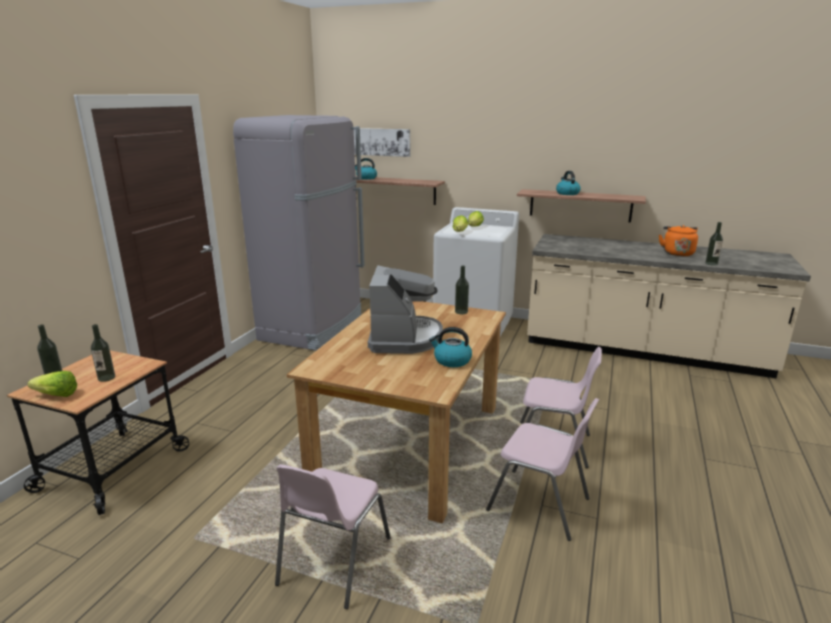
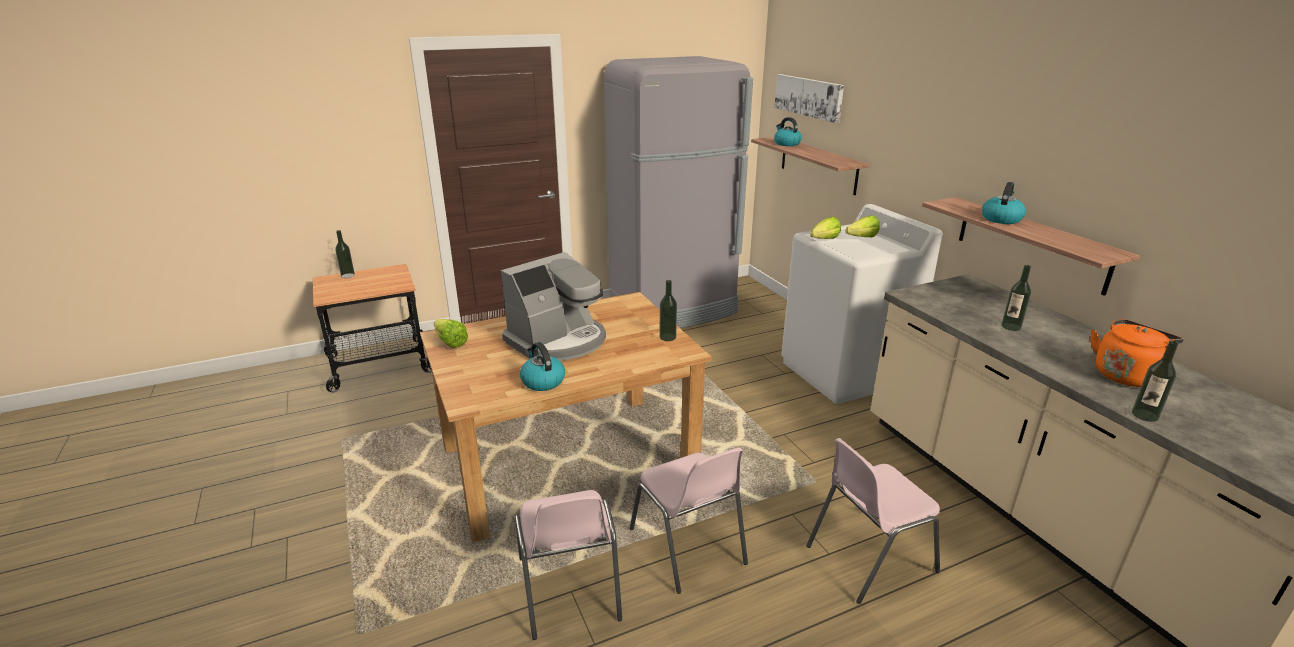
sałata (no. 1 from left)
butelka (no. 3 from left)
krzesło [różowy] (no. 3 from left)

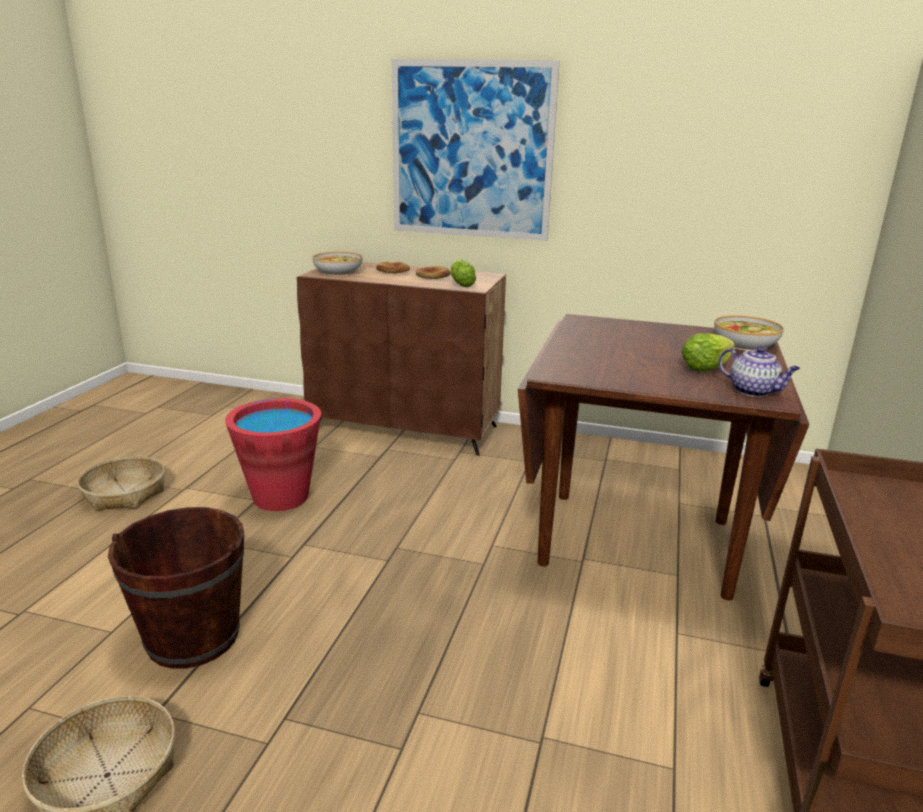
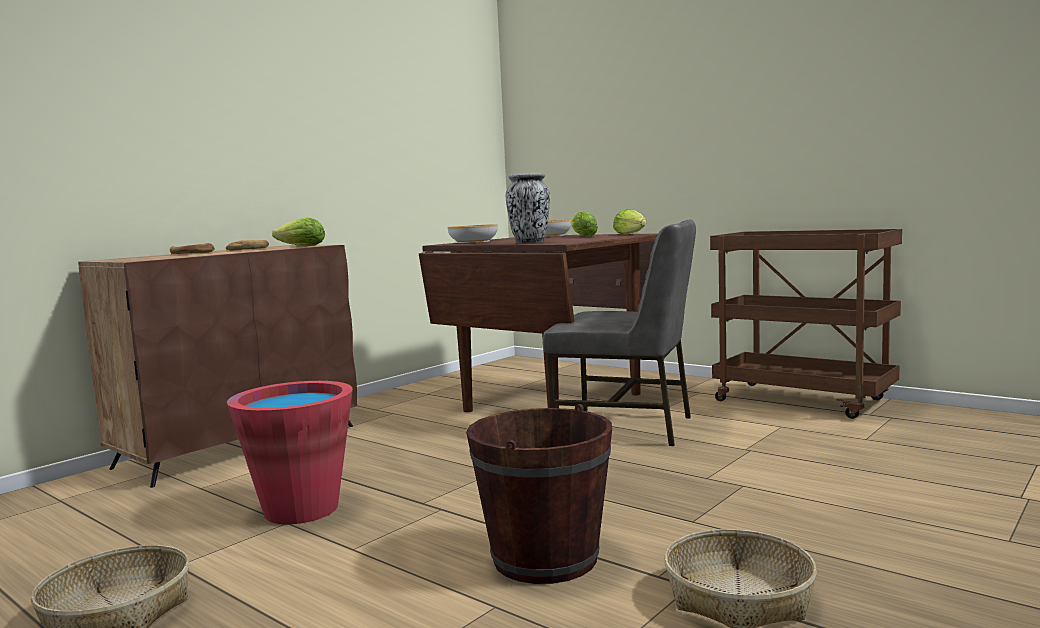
obraz
wazon
krzesło [szary]
miska (no. 1 from left)
sałata (no. 3 from left)

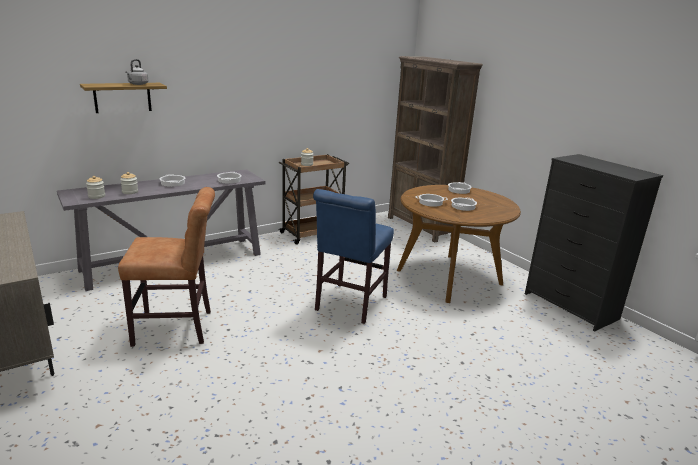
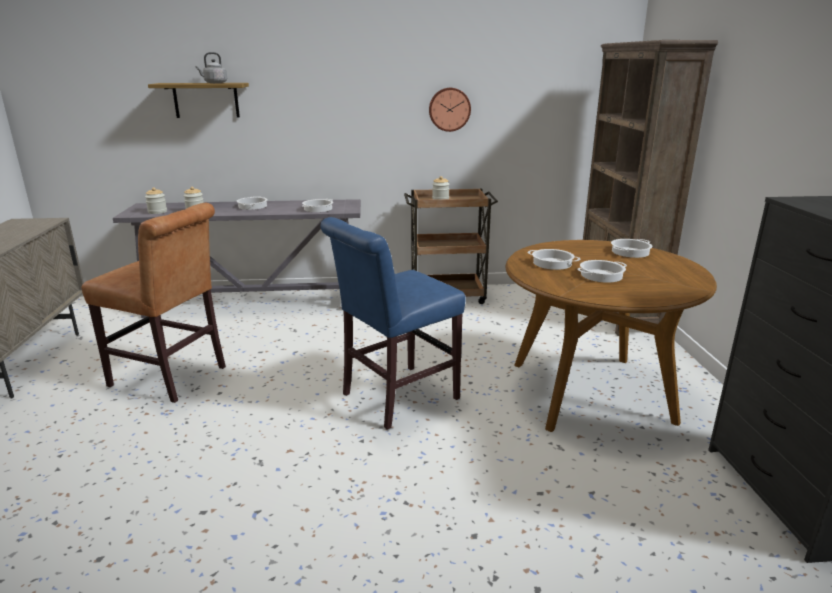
zegar ścienny

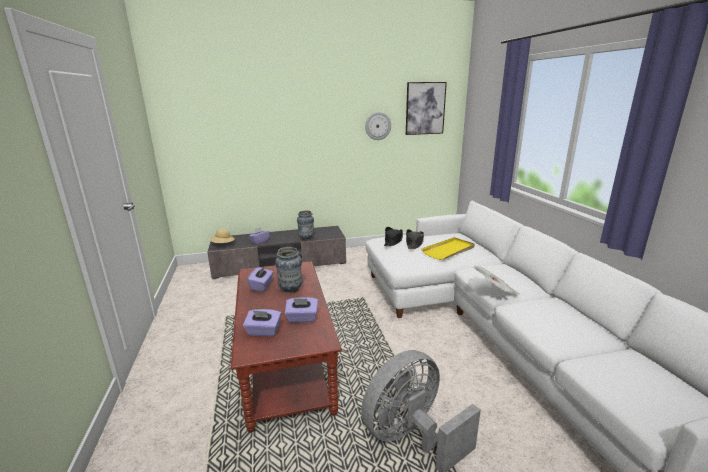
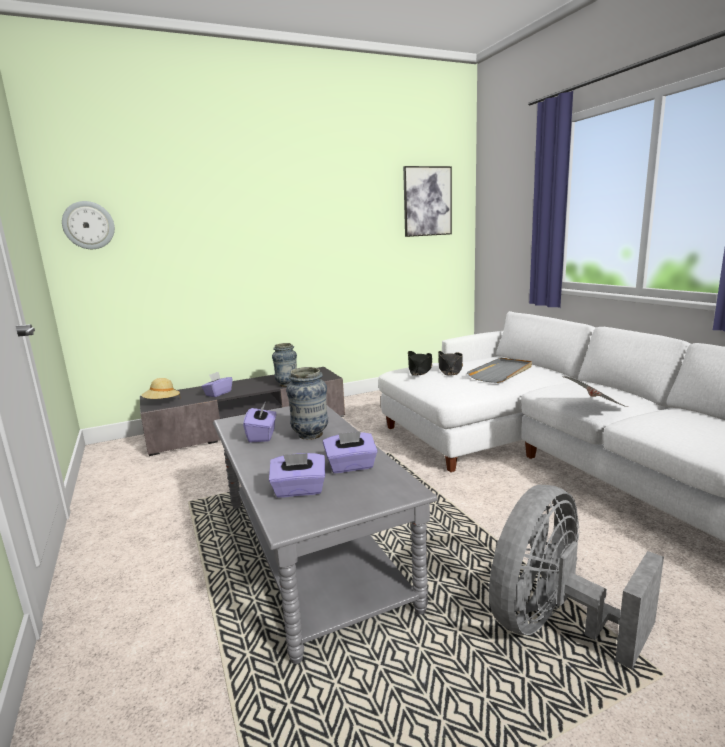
zegar ścienny
ława [szary]
taca [szary]

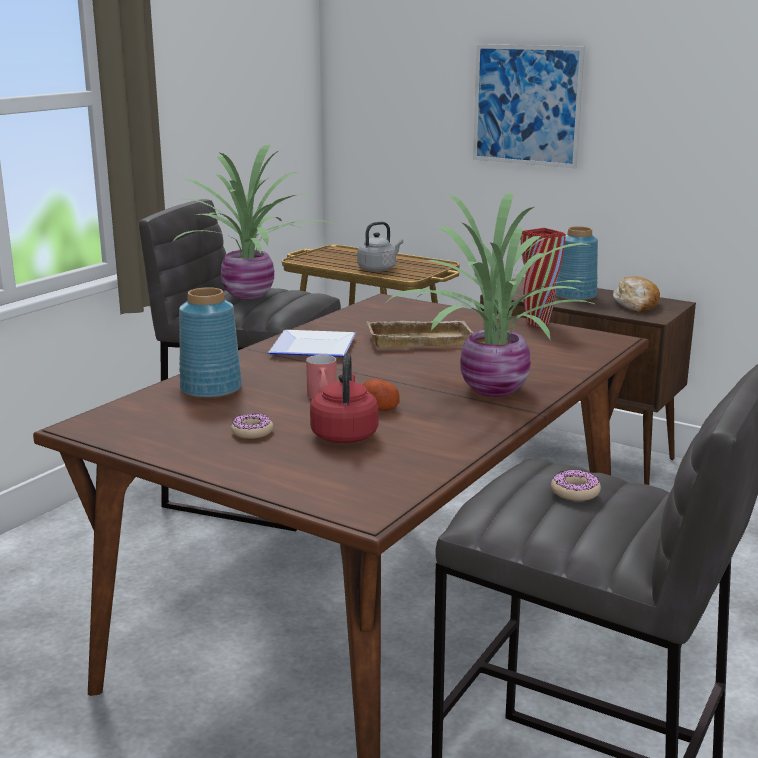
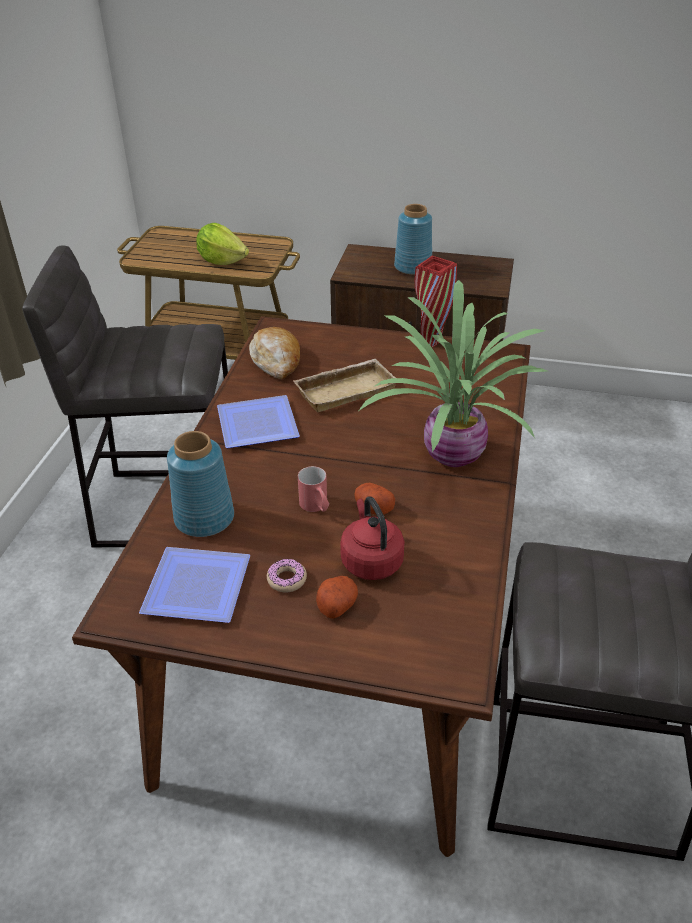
roślina doniczkowa (no. 1 from left in the first image)
obraz
donut (no. 2 from left in the first image)
talerz (no. 1 from left)
ziemniak (no. 1 from left)
chleb
sałata

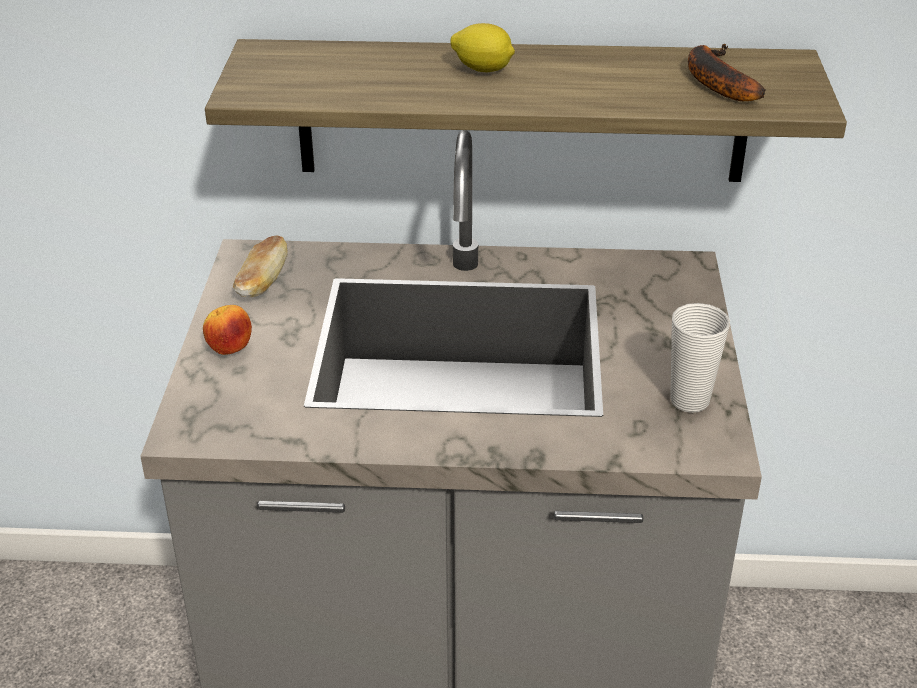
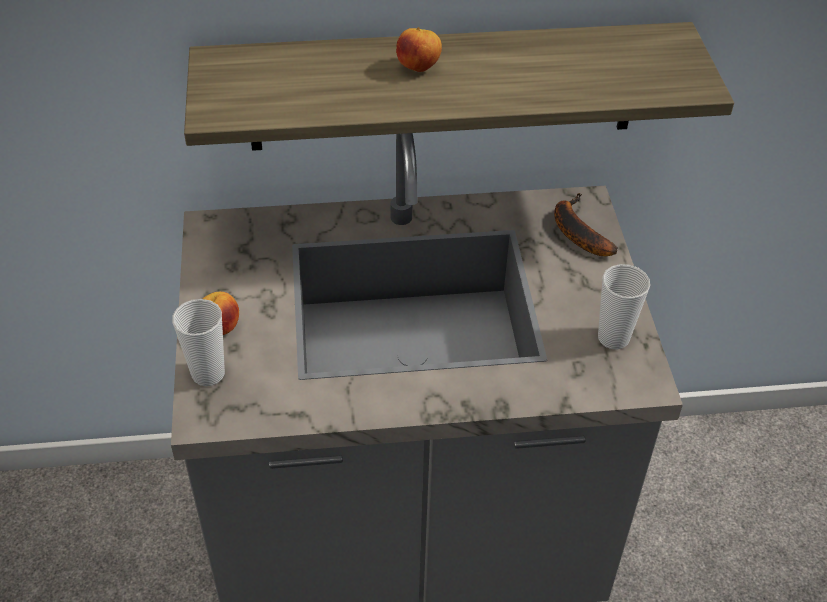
chleb
filiżanka (no. 1 from left)
banan
jabłko (no. 2 from left)

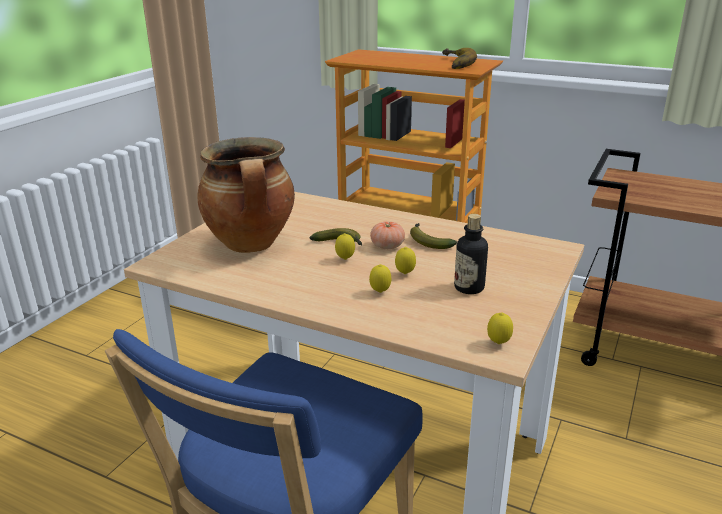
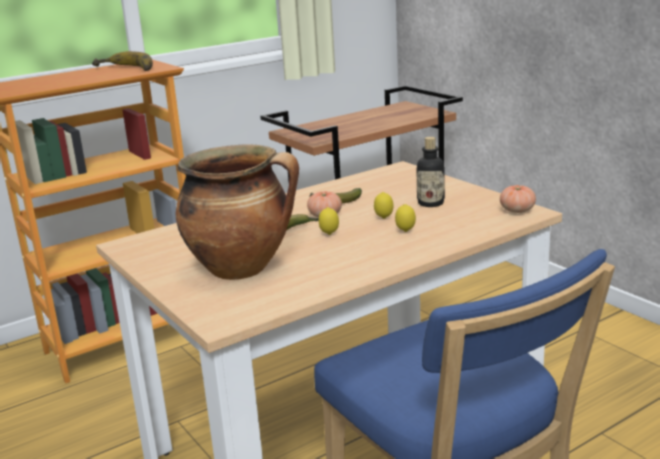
pomidor (no. 2 from left)

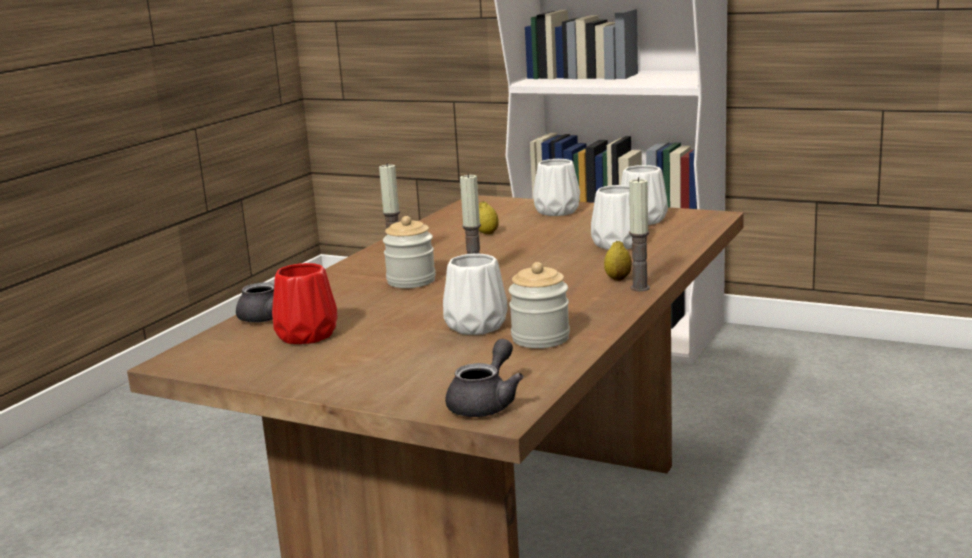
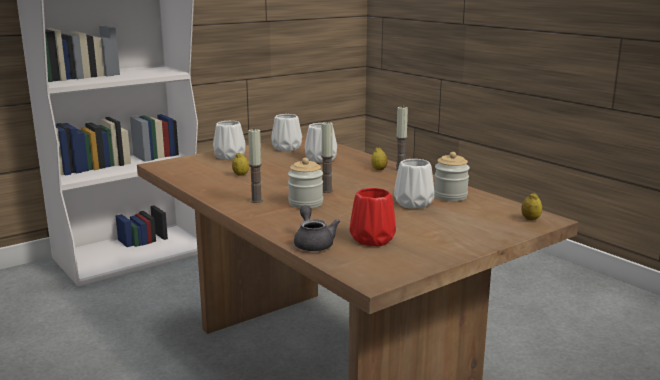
cytryna (no. 3 from left)

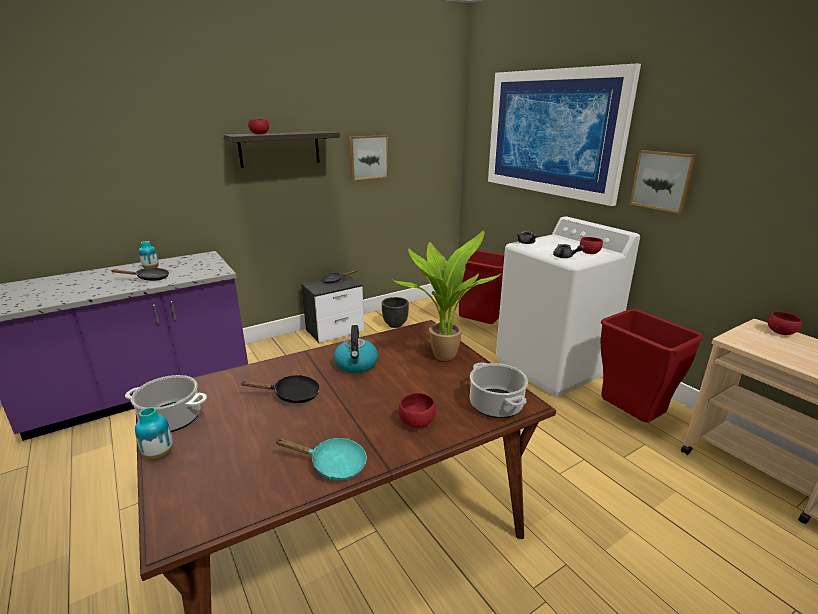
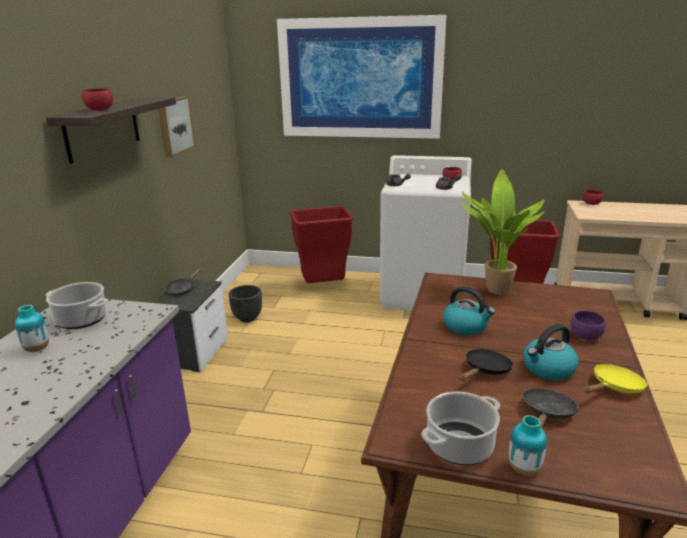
obraz (no. 3 from left in the first image)
czajnik (no. 2 from left)
patelnia [czarny] (no. 3 from left)
garnek (no. 1 from left)
patelnia [żółty]
miska [fioletowy]

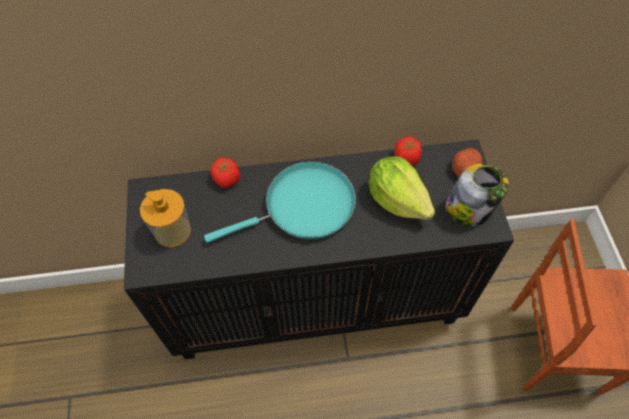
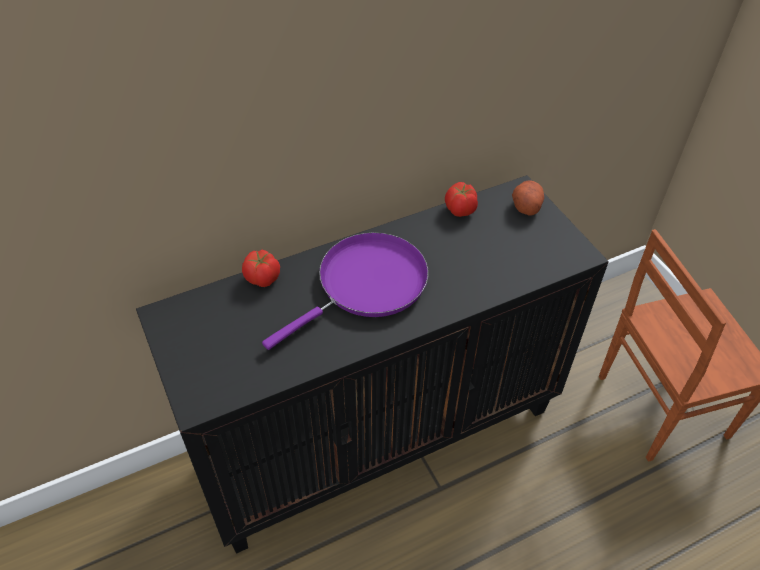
dozownik mydła
sałata
słoik
patelnia [fioletowy]

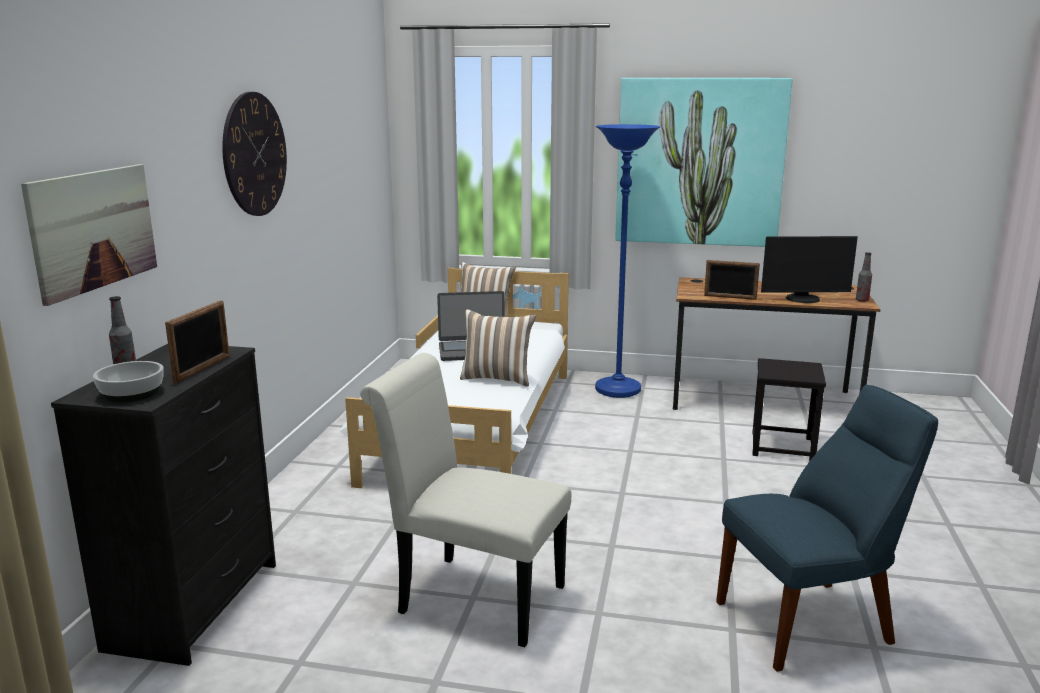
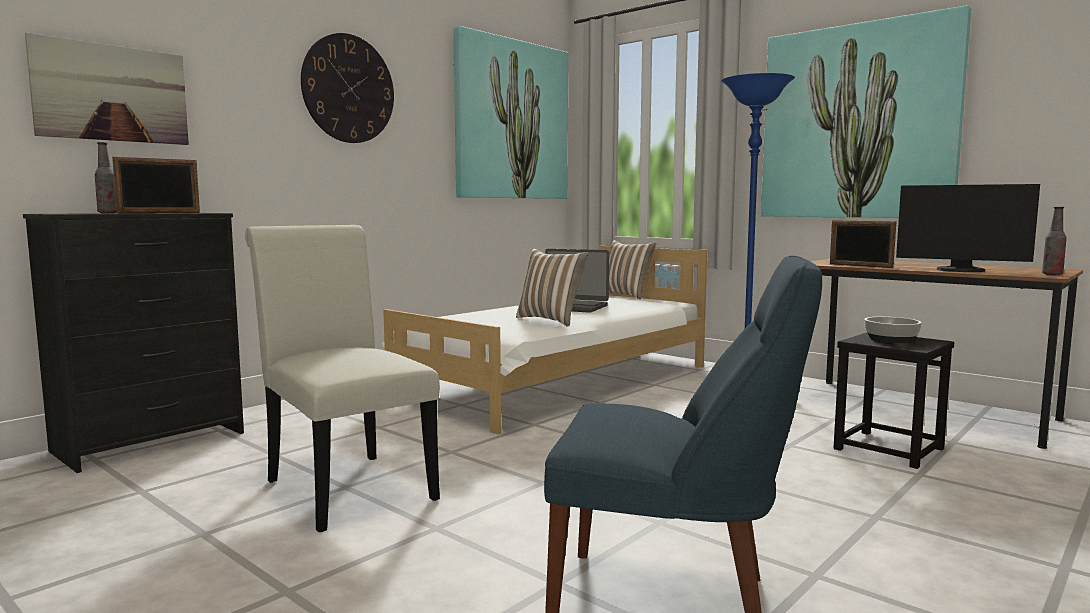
obraz (no. 2 from left)
miska

